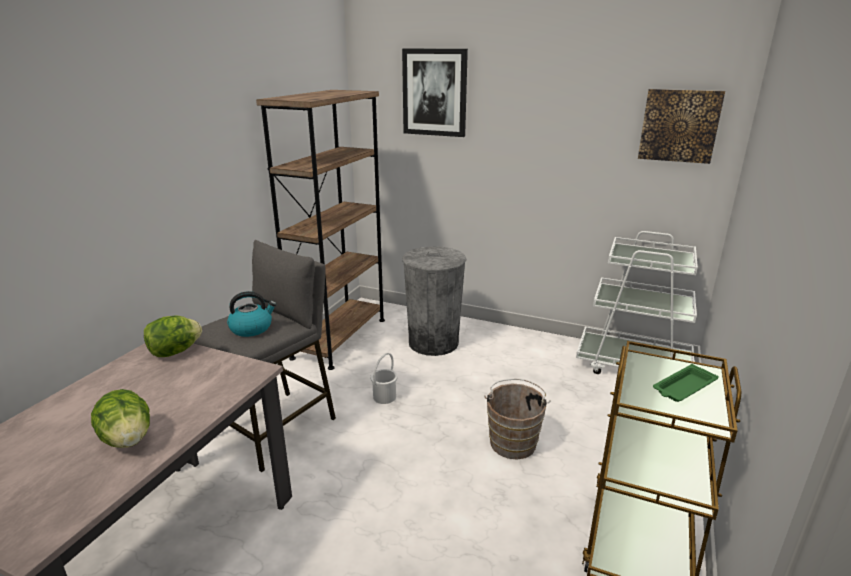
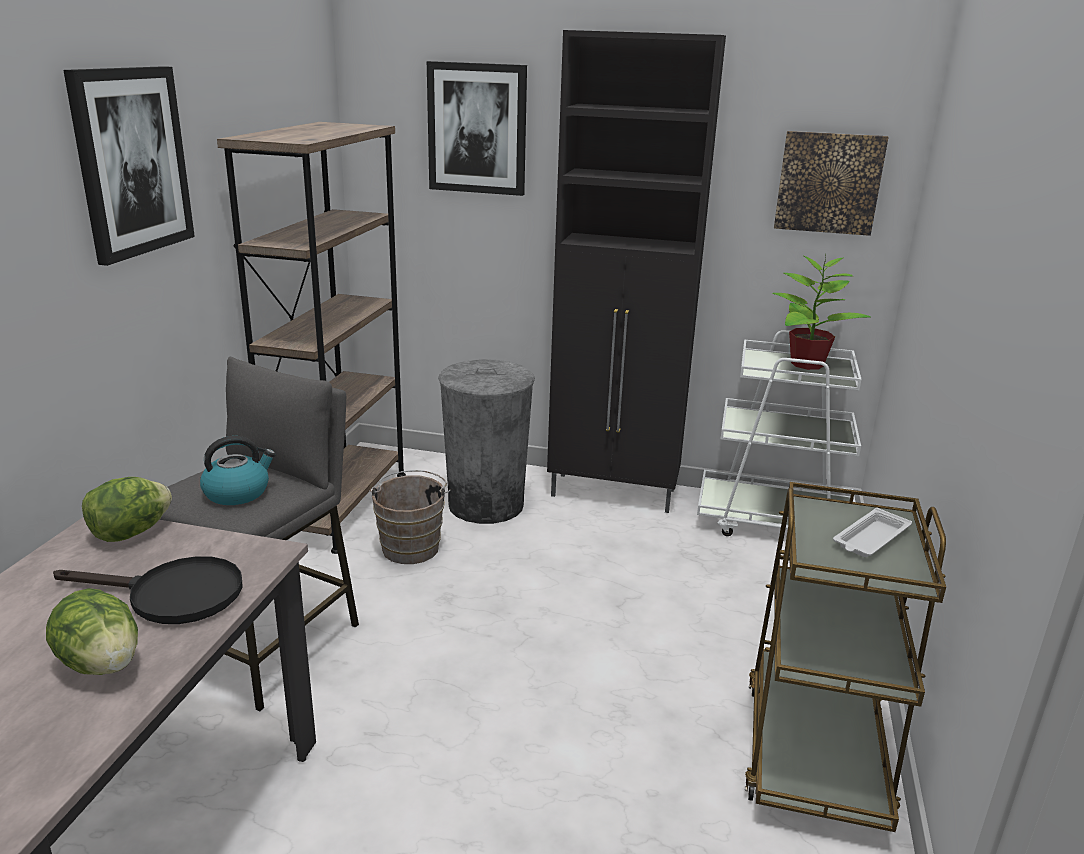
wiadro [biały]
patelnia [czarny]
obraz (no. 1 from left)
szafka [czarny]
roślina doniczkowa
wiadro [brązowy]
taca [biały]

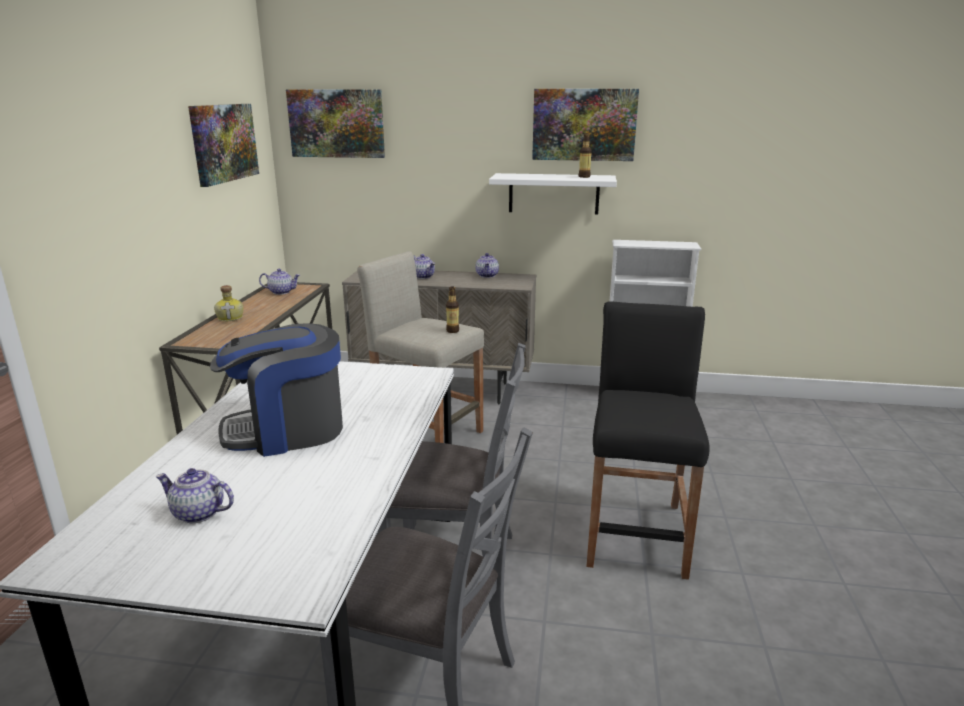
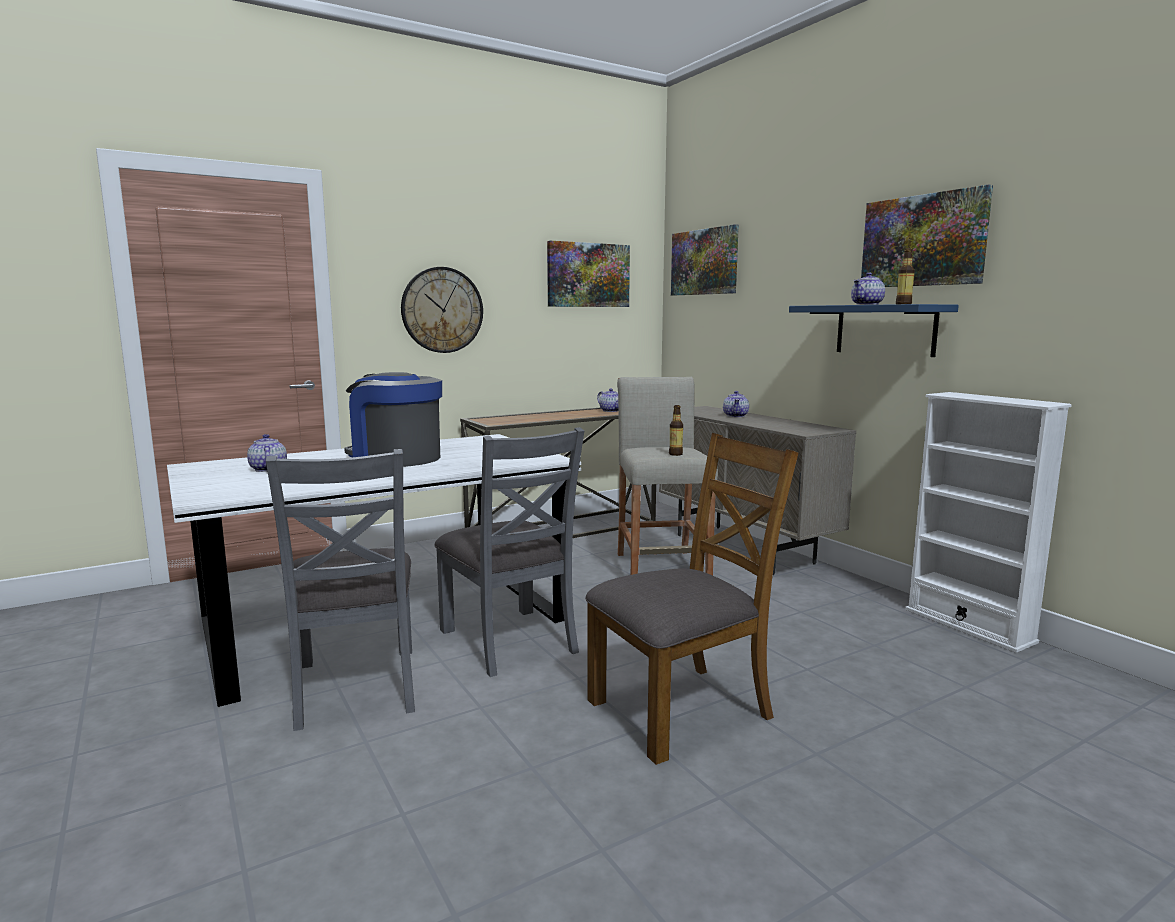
butelka (no. 1 from left in the first image)
zegar ścienny
imbryk (no. 4 from left)
krzesło [brązowy]
półka [niebieski]

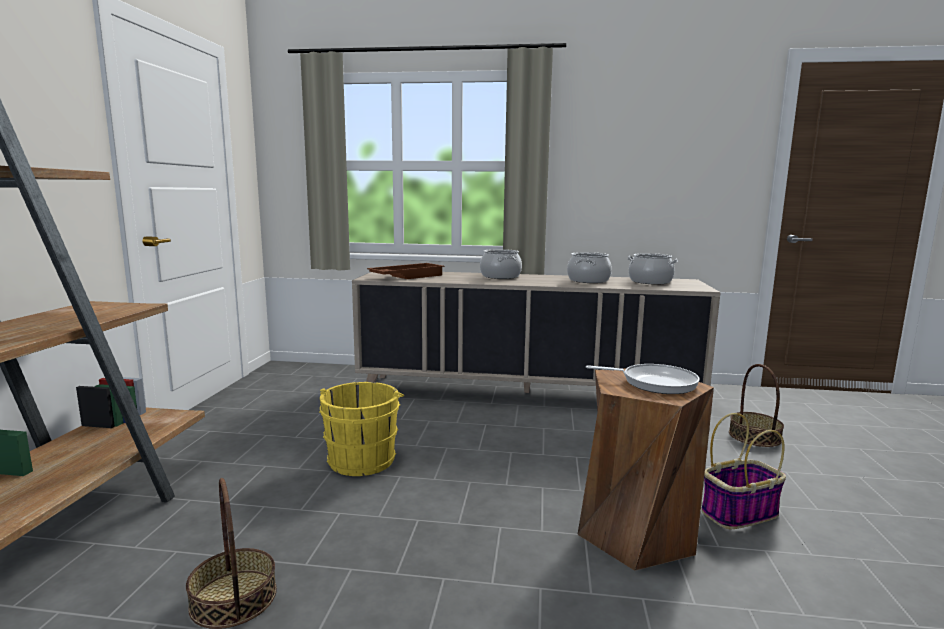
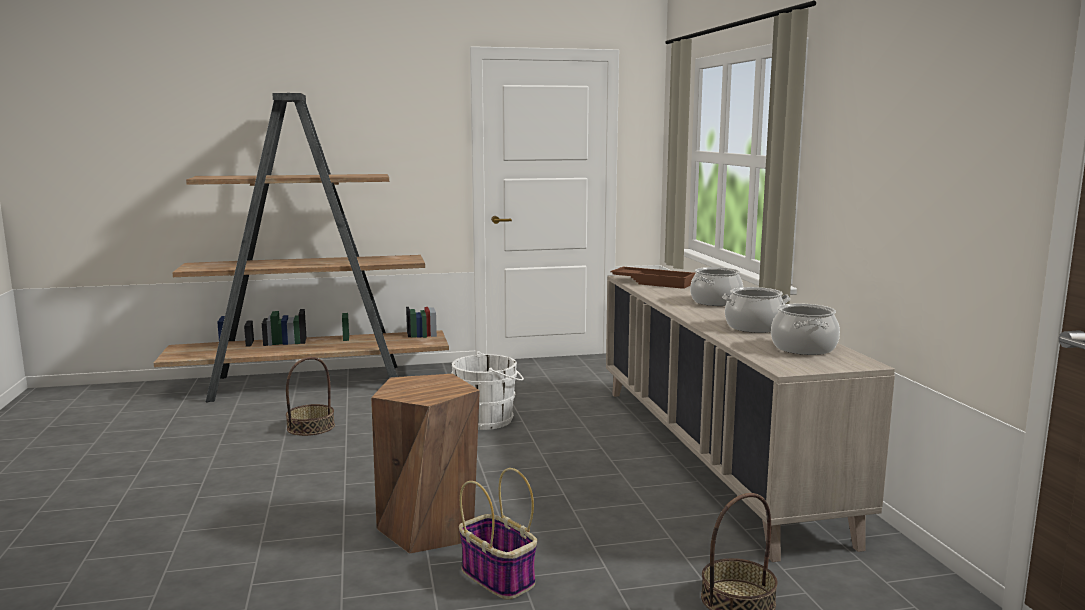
patelnia
wiadro [biały]

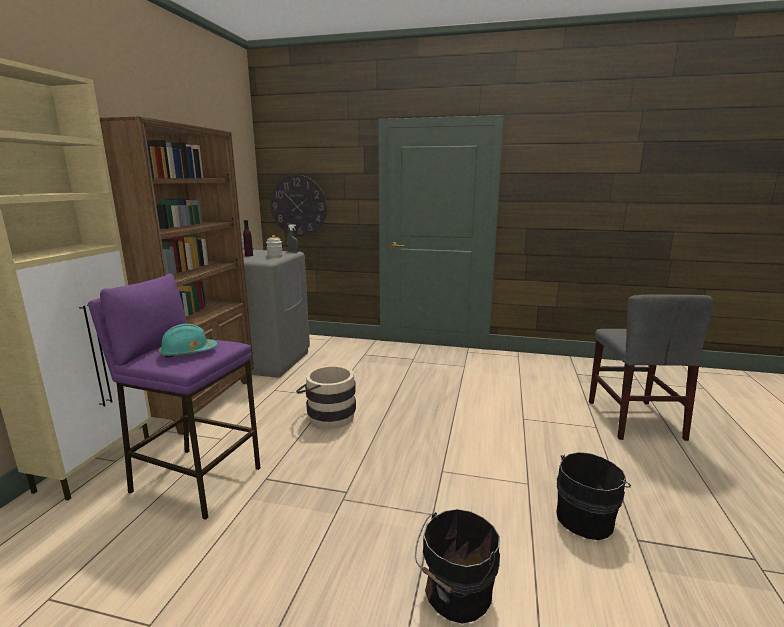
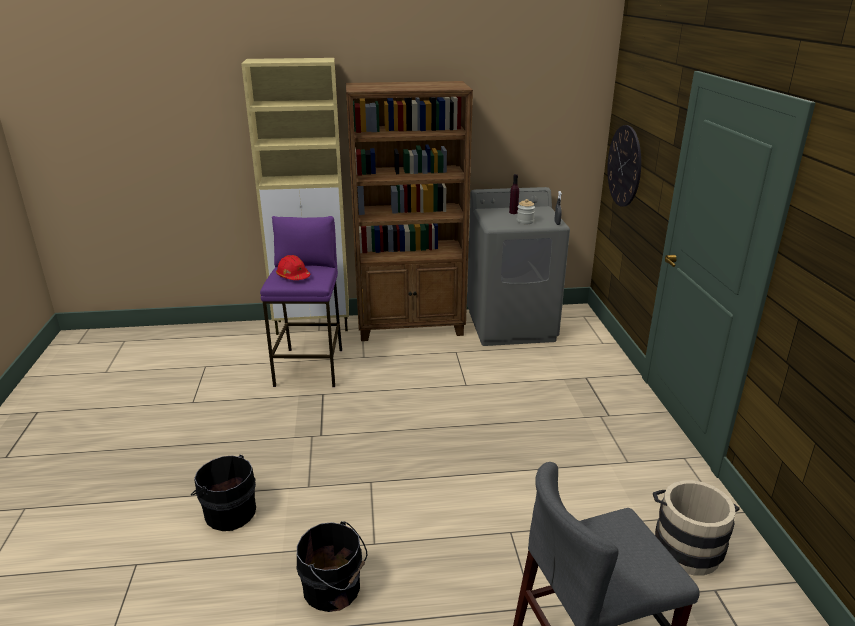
wiadro [beżowy]
kask [czerwony]

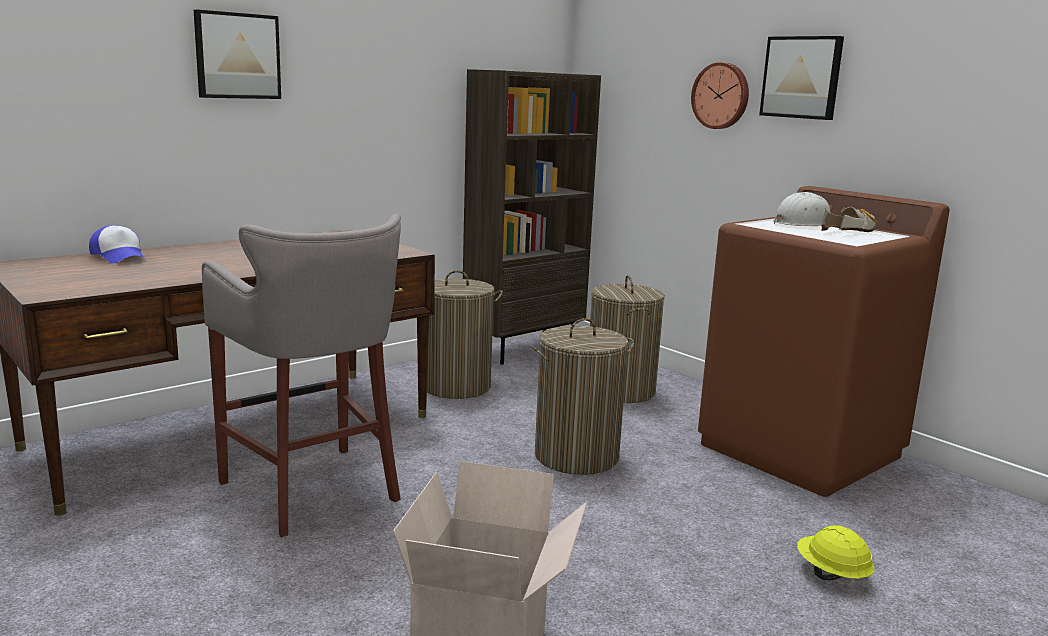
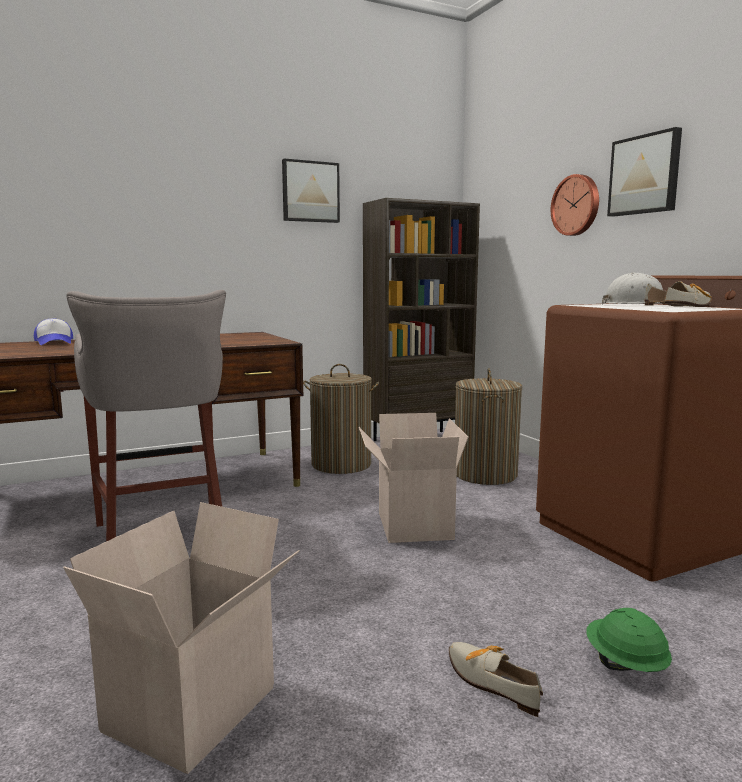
but (no. 1 from left)
obraz (no. 1 from left)
karton (no. 2 from left)
kask [zielony]

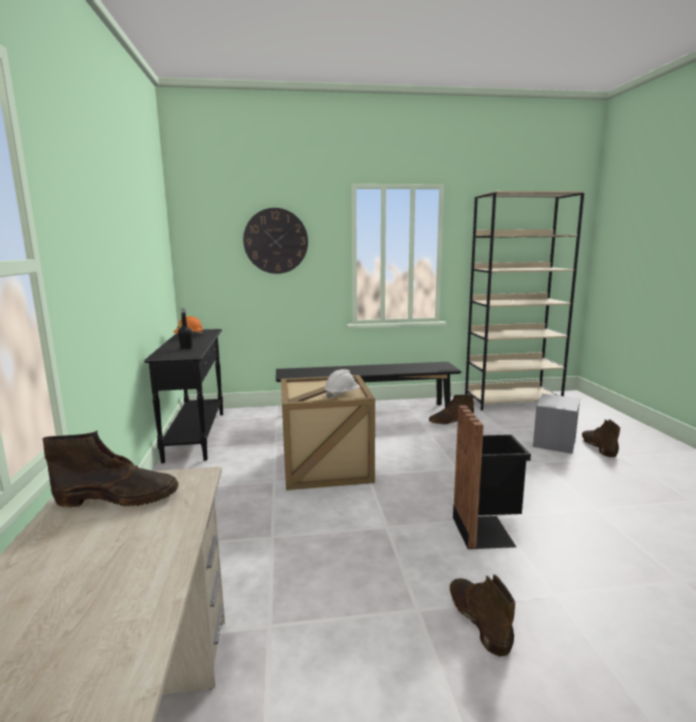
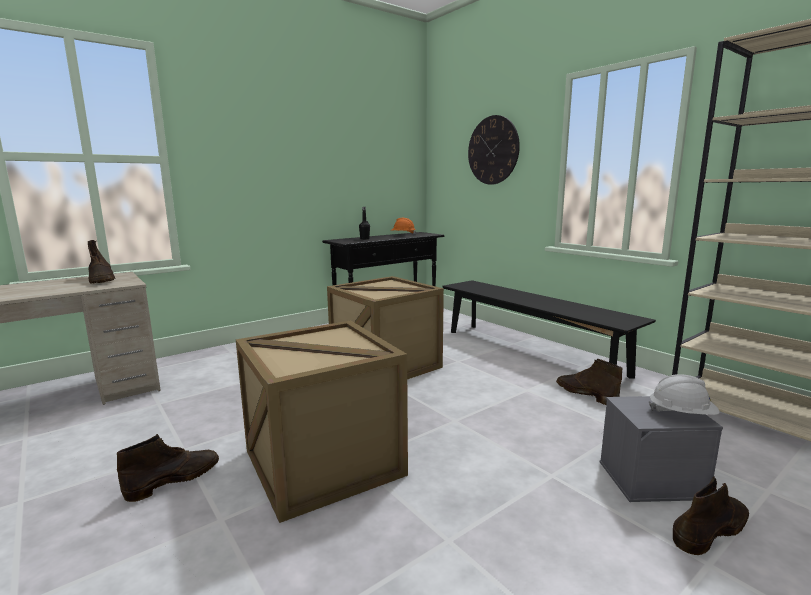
kask [biały]
skrzynka (no. 1 from left)

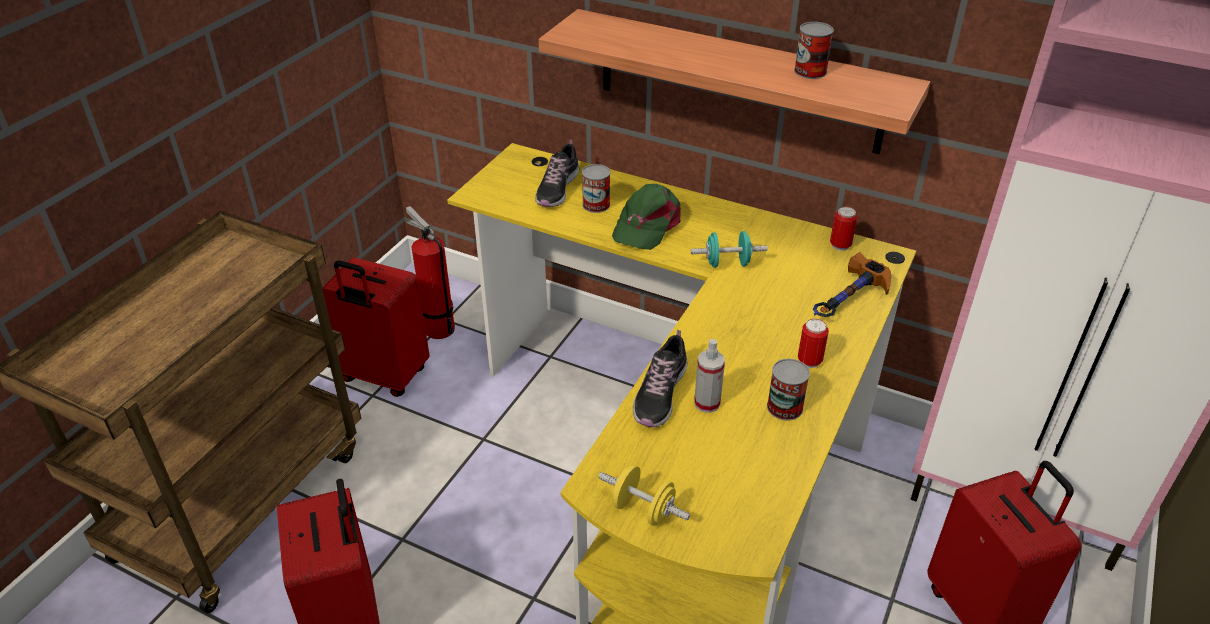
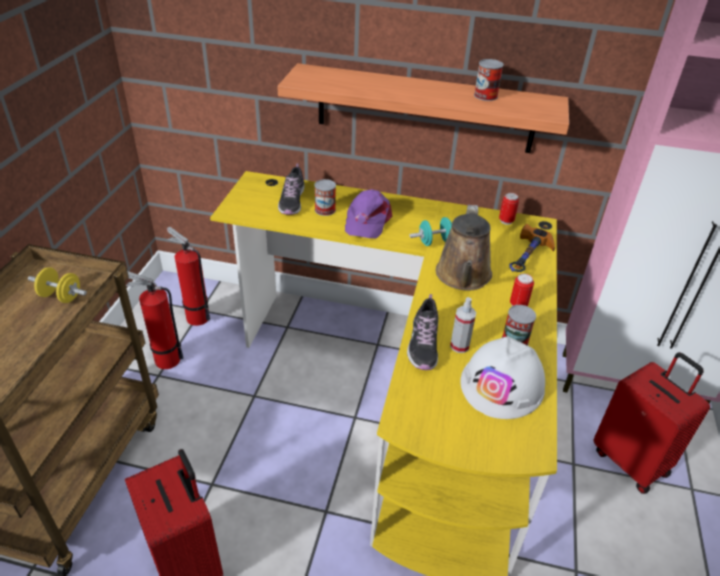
konewka [brązowy]
kask [biały]
hantel [żółty]
gaśnica (no. 1 from left)
czapka z daszkiem [fioletowy]

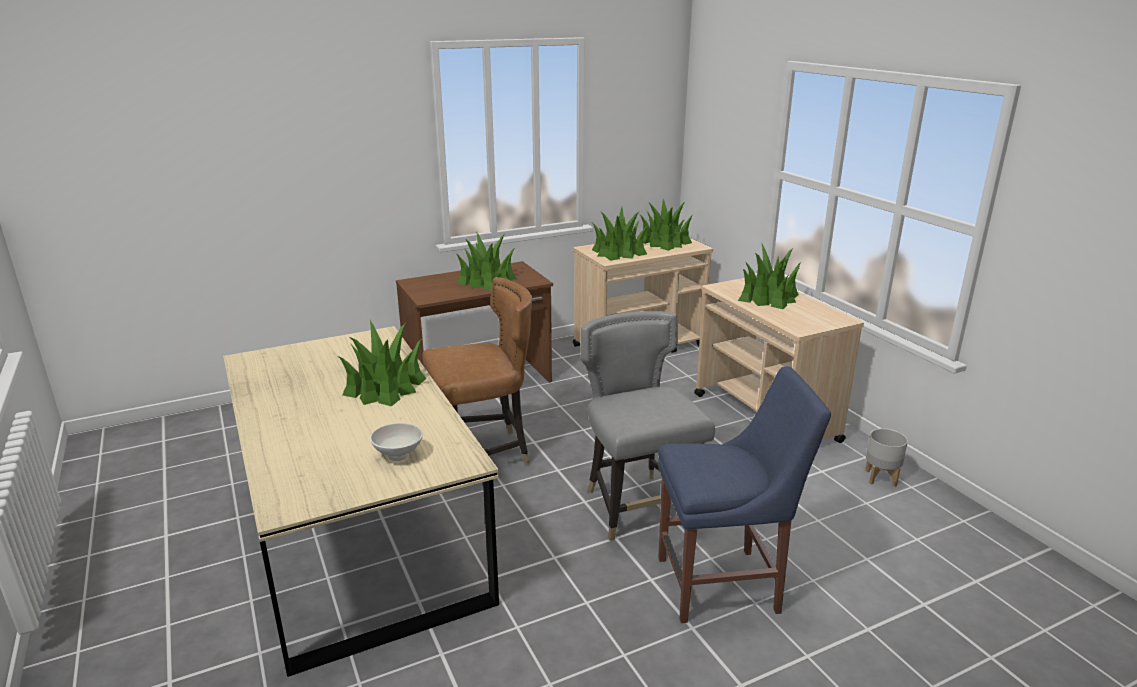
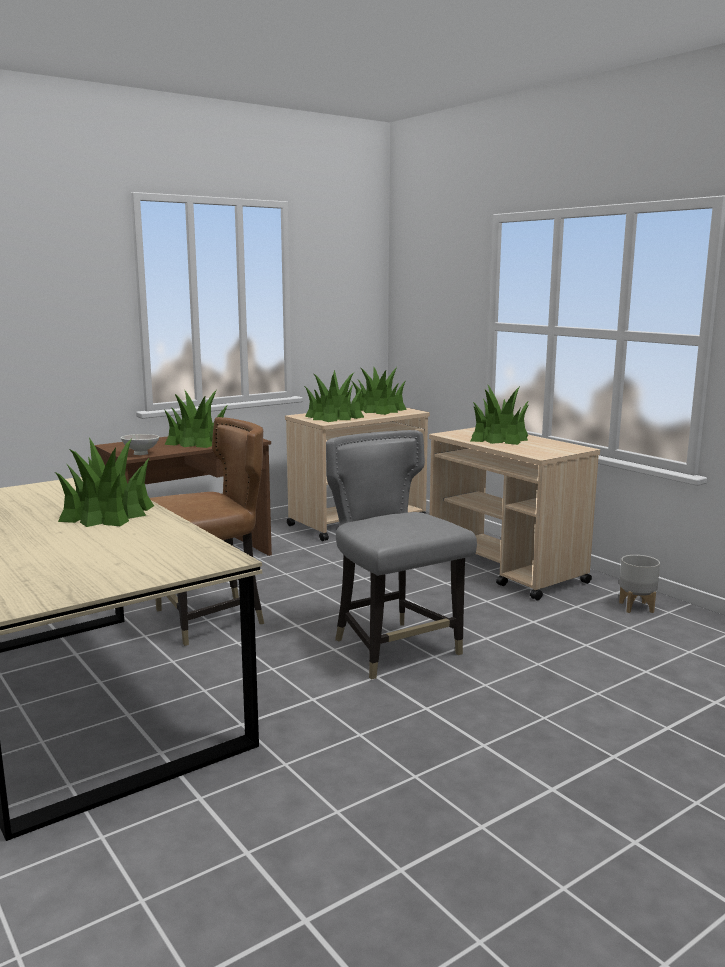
krzesło [niebieski]
miska [biały]

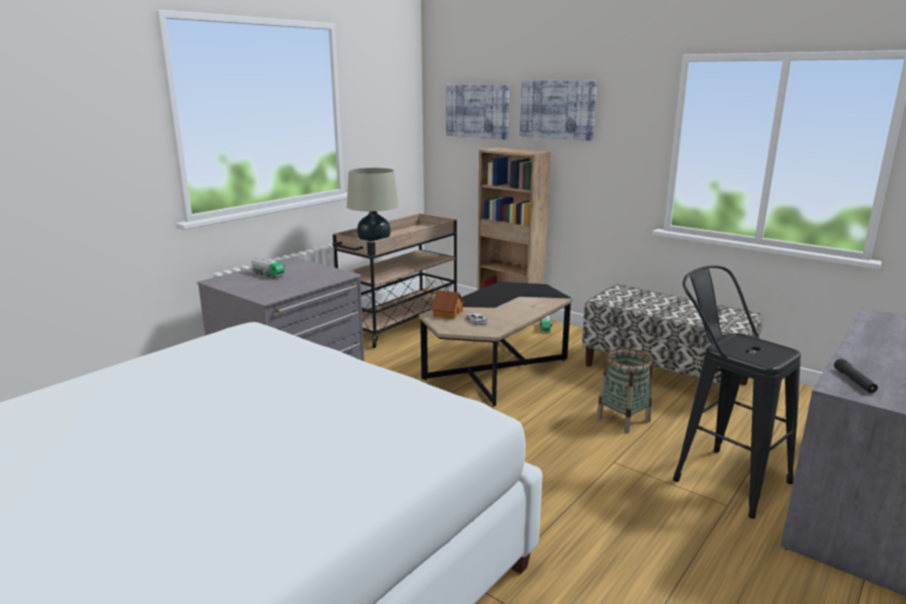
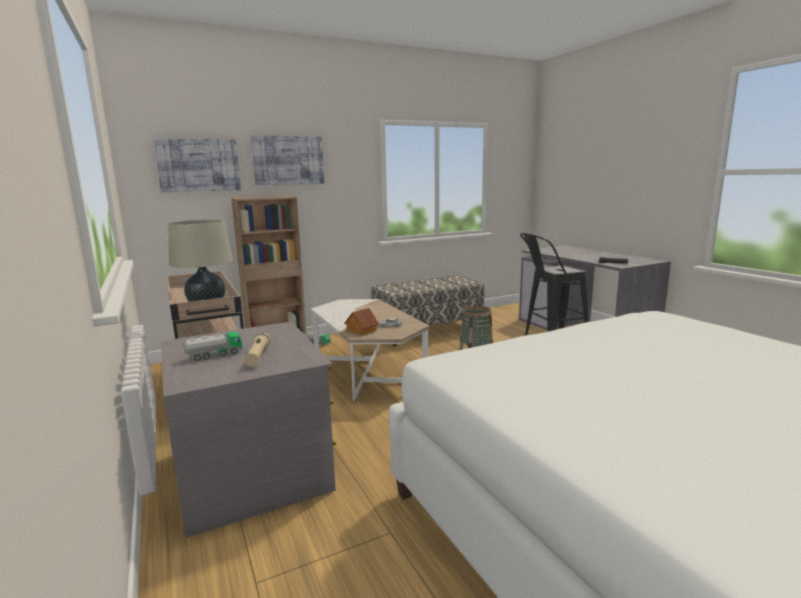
latarka [beżowy]
ława [biały]

